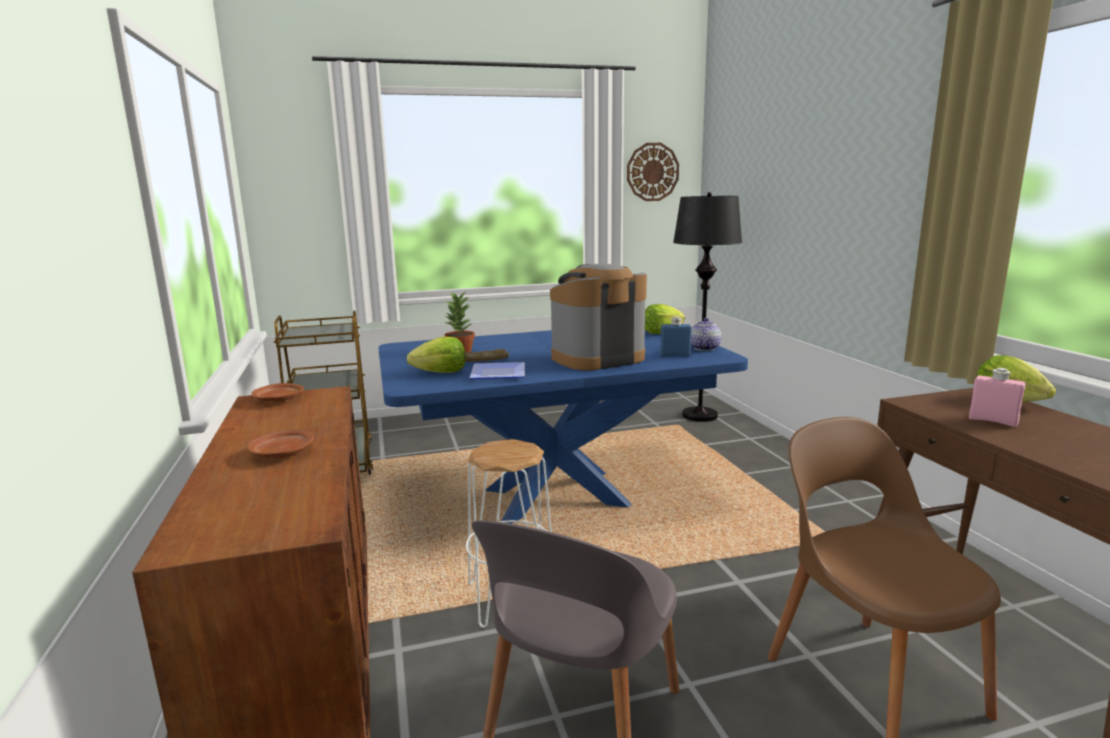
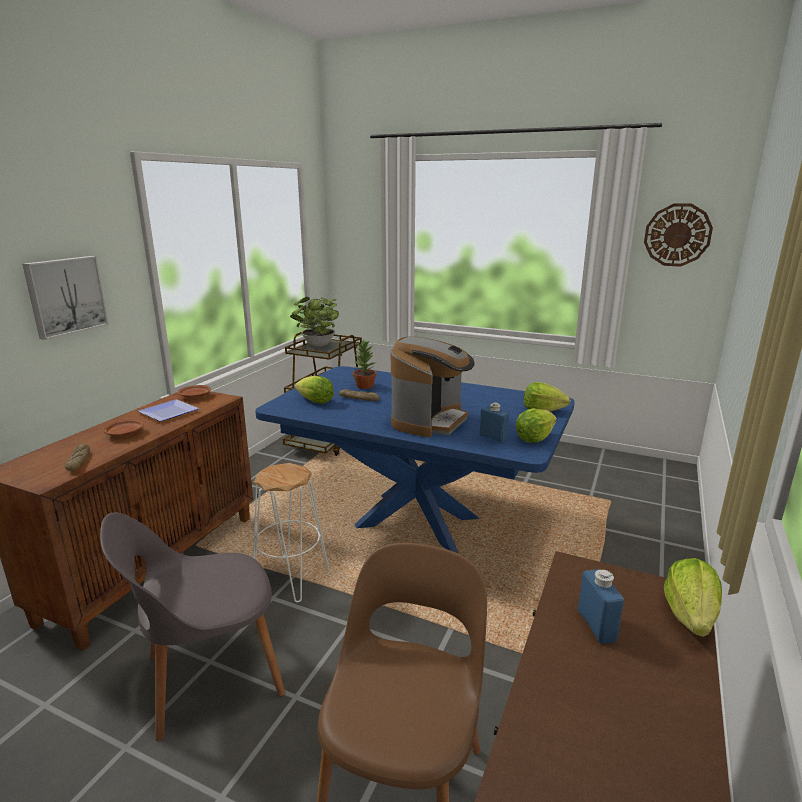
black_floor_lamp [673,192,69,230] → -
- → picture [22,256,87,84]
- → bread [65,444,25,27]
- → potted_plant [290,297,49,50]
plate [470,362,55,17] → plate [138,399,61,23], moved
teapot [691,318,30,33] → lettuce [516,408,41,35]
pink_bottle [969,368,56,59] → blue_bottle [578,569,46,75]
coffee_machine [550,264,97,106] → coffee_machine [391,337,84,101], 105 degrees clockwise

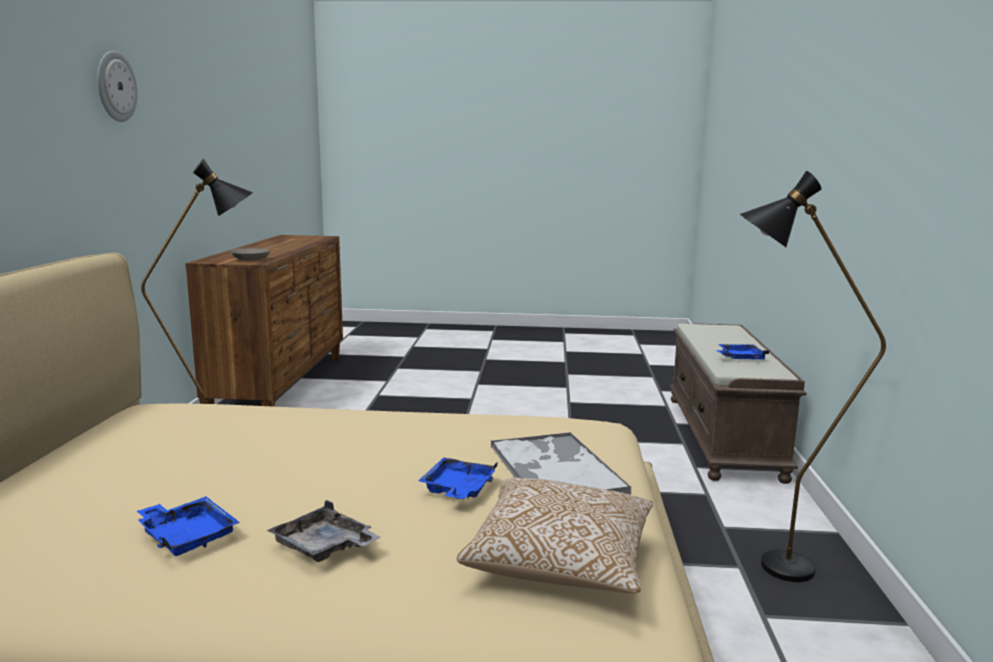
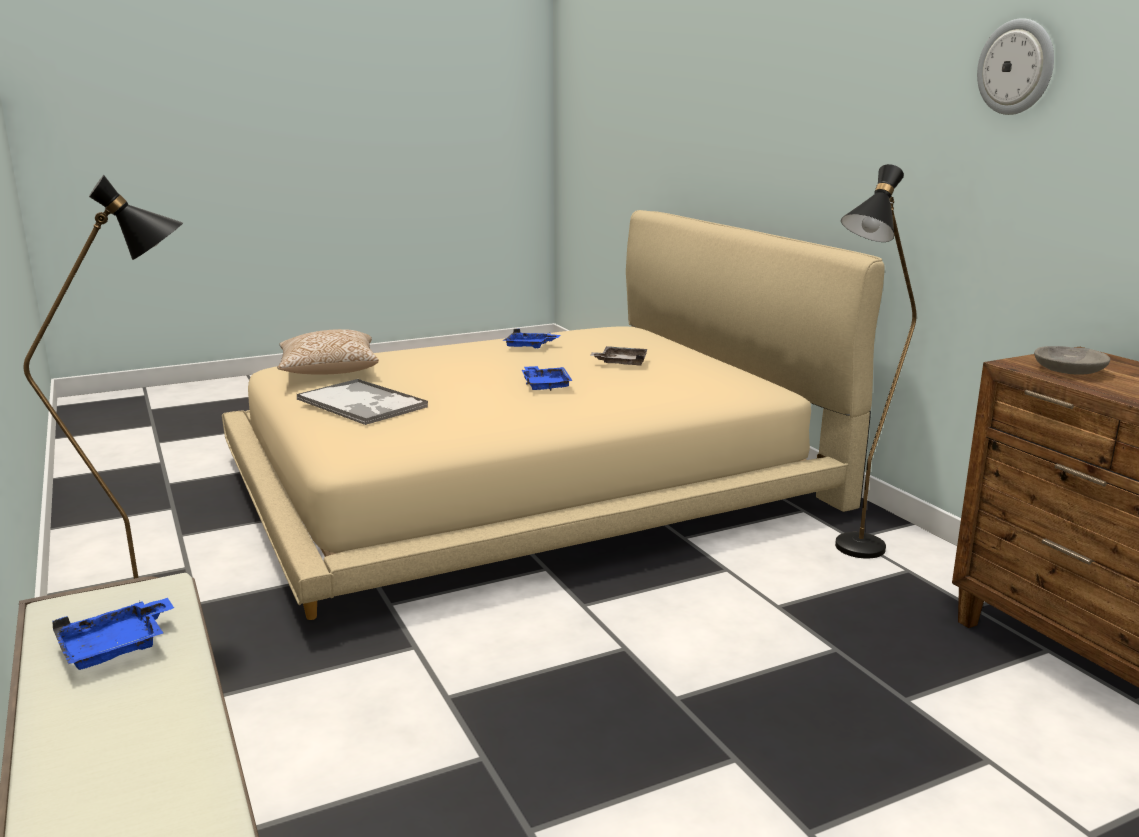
grey_tray [267,500,113,62] → grey_tray [590,346,58,20], moved
blue_tray [418,458,80,41] → blue_tray [522,366,50,25], moved

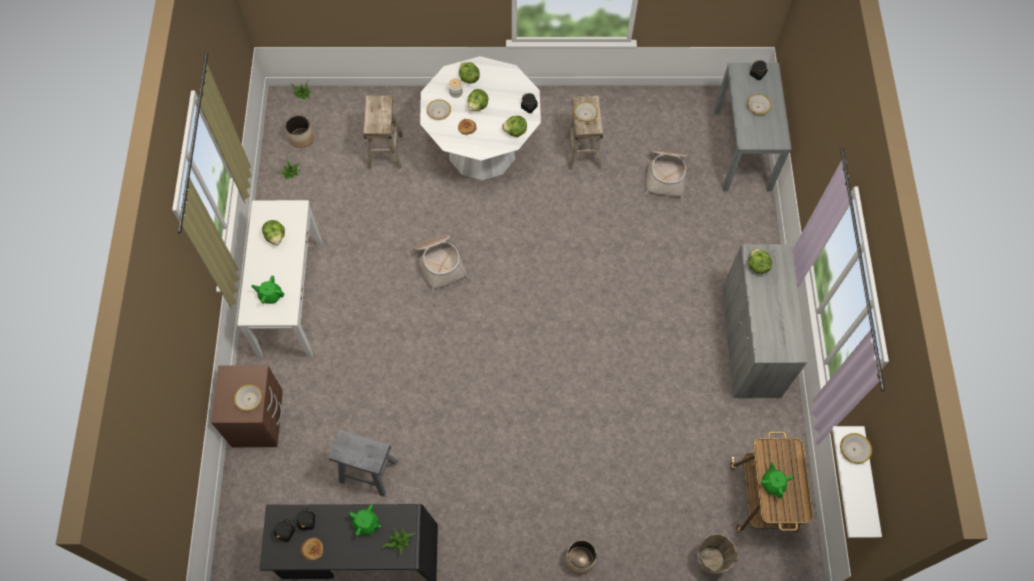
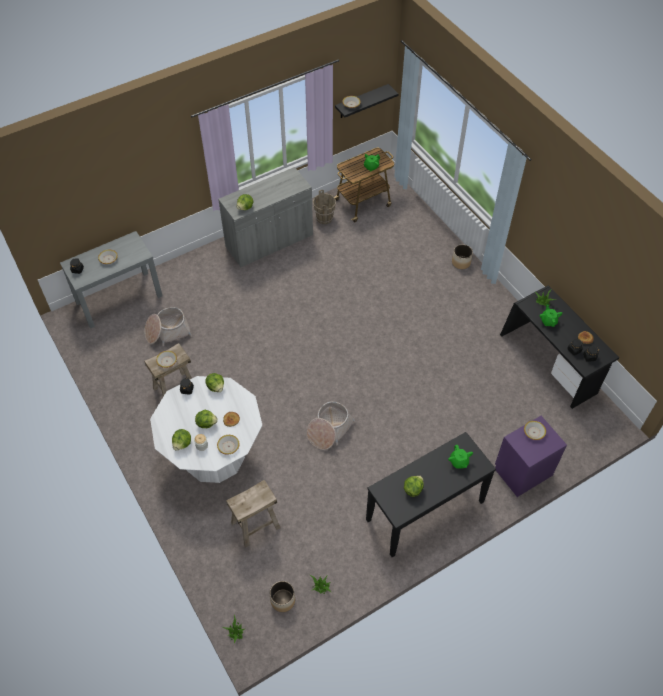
grey_stool [328,429,70,68] → -
brown_bucket [697,533,42,41] → brown_bucket [313,190,23,34], moved
brown_nightstand [211,365,72,82] → purple_nightstand [495,416,72,81]
white_console_table [237,200,85,158] → black_console_table [366,432,130,125]
white_shelf [832,426,50,112] → black_shelf [335,84,63,34]

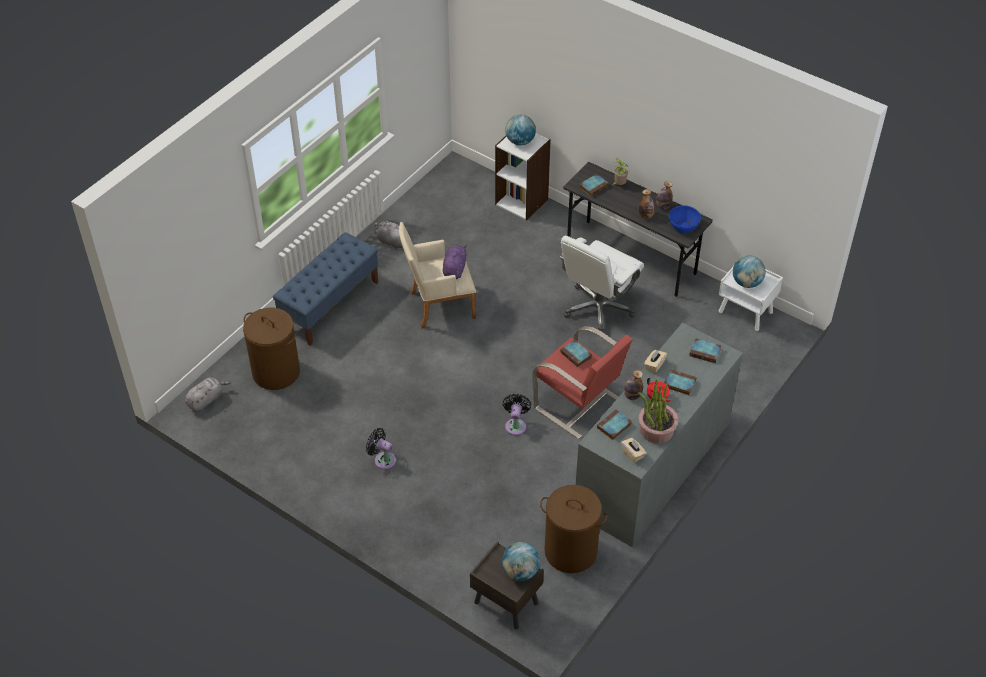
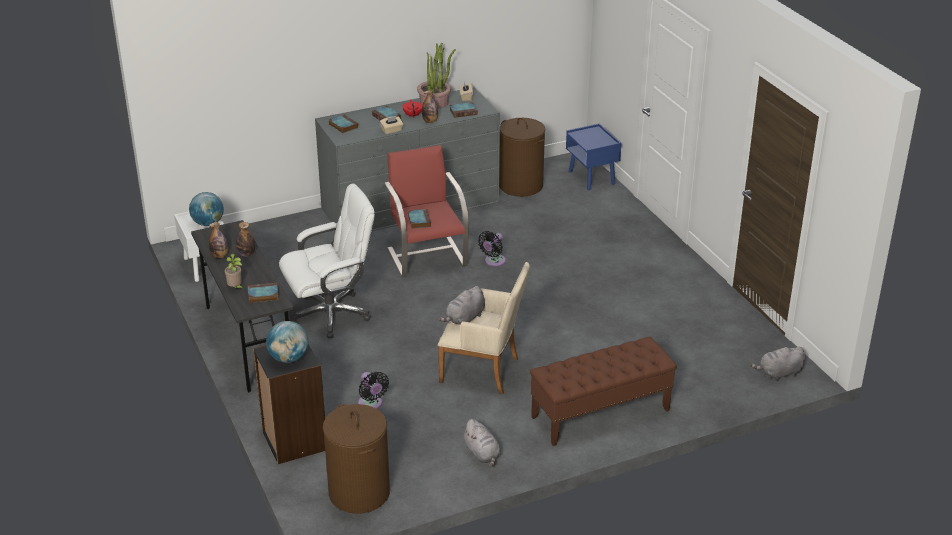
globe [502,542,38,39] → -
blue_bowl [669,205,32,28] → -
brown_laundry_basket [243,308,57,82] → brown_laundry_basket [323,404,67,110], moved
black_fan [366,428,30,42] → black_fan [358,372,31,37], moved
blue_bench [273,232,105,114] → brown_bench [530,336,147,110]
purple_plush_toy [443,244,24,35] → grey_plush_toy [438,286,47,39]
brown_nightstand [470,541,74,88] → blue_nightstand [566,123,56,67]
white_bookcase [495,133,56,87] → black_bookcase [253,344,72,120]

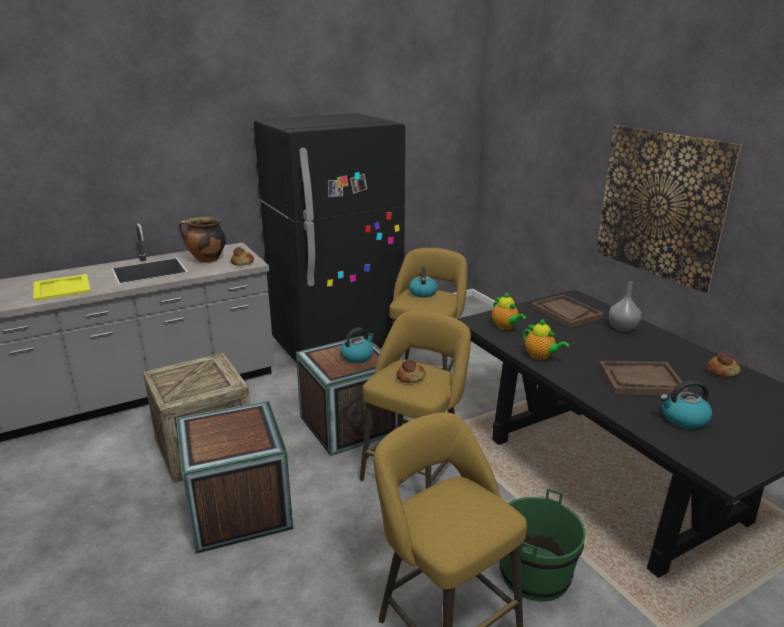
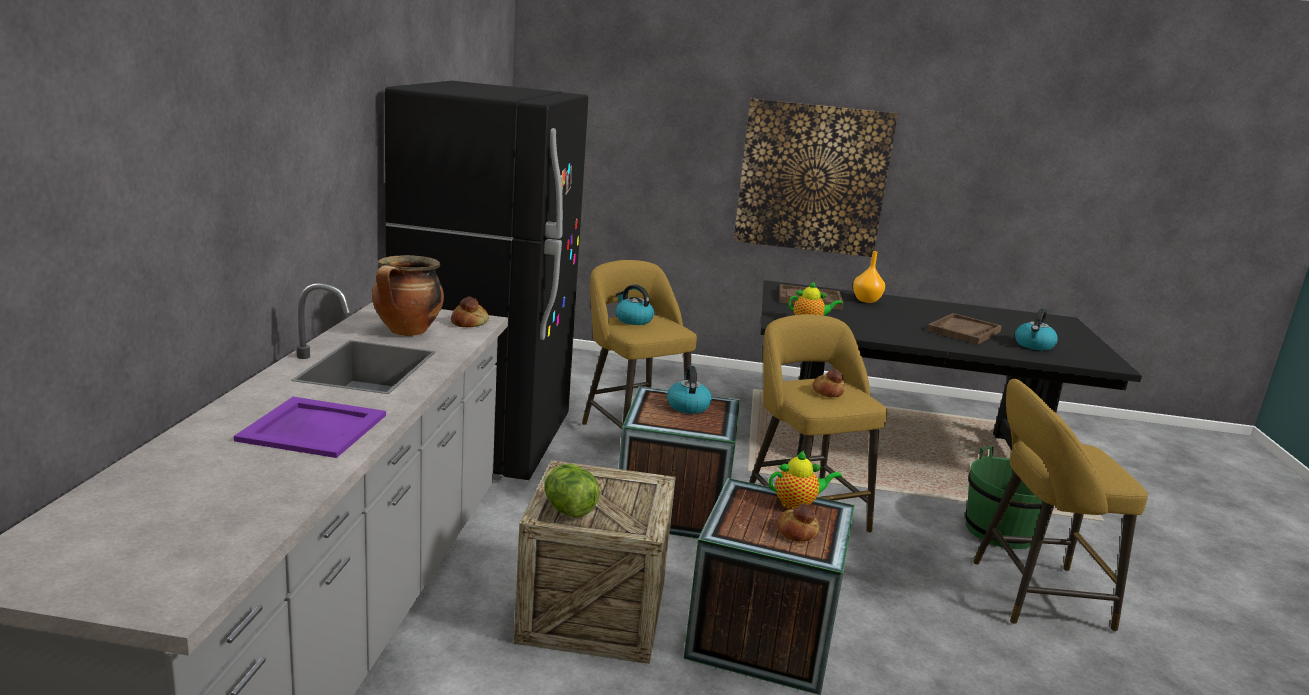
- → lettuce [544,464,56,54]
teapot [523,319,46,41] → teapot [769,450,73,59], moved
bread [707,352,33,25] → bread [777,503,42,39], moved
yellow_tray [33,274,58,27] → purple_tray [234,397,152,61]
grey_vase [609,281,32,51] → orange_vase [853,251,32,52]

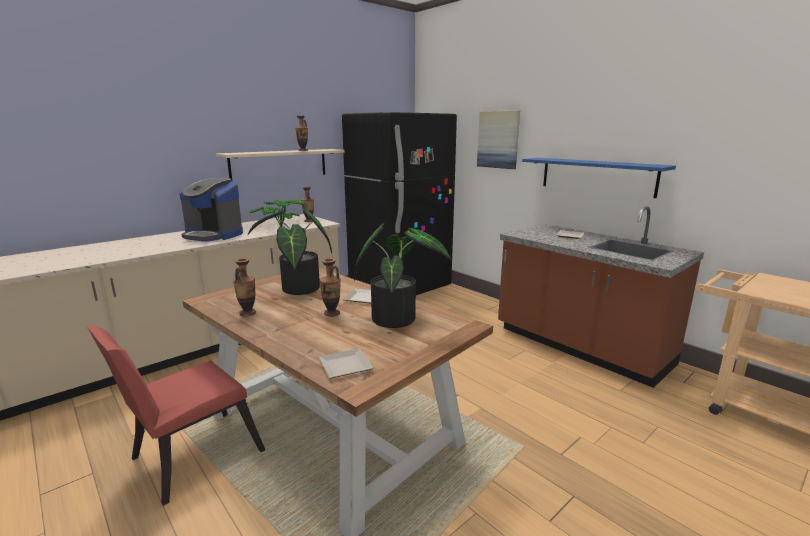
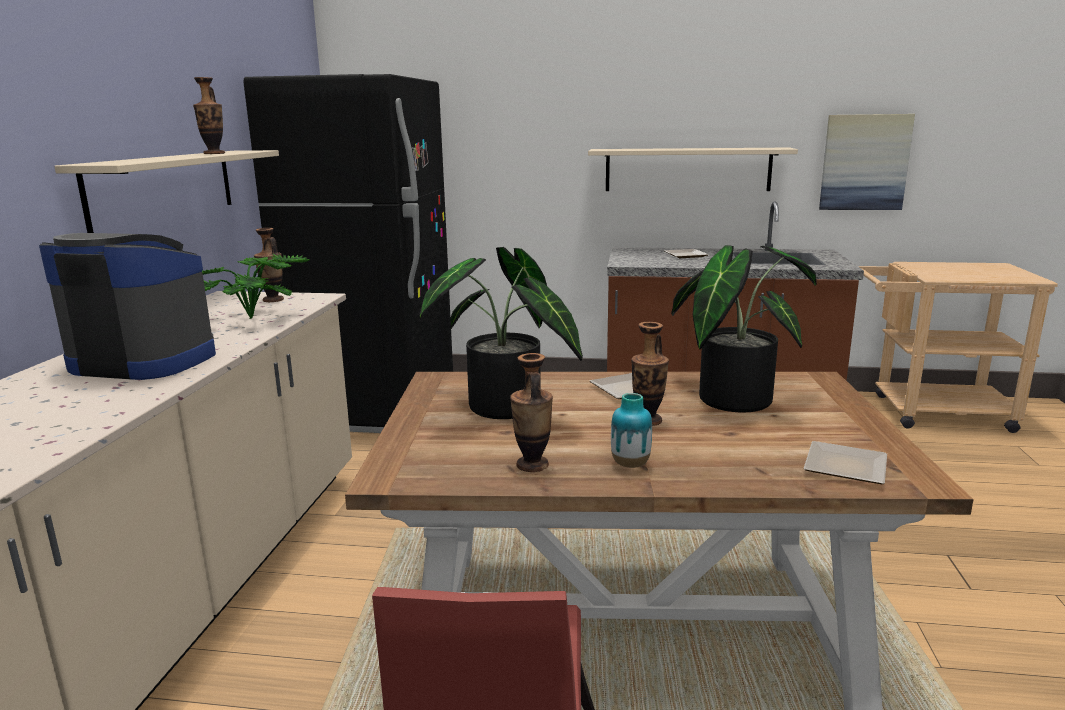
- → vase [611,393,41,75]
picture [477,110,43,59] → picture [819,114,96,96], moved
blue_shelf [522,158,154,40] → beige_shelf [588,148,210,43]
coffee_machine [180,178,63,64] → coffee_machine [39,233,177,147], 150 degrees counterclockwise

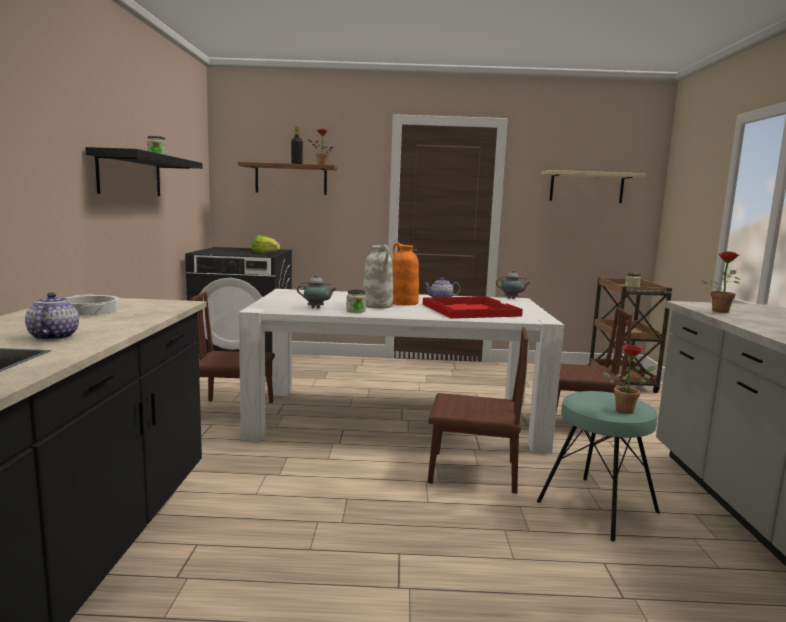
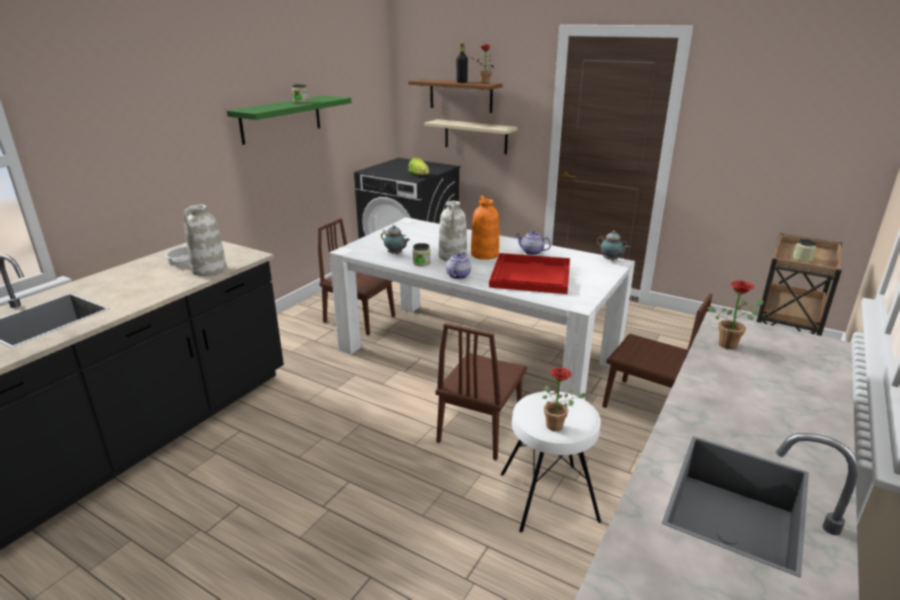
- → white_vase [184,205,43,71]
teapot [25,292,54,48] → teapot [446,252,25,27], moved
beige_shelf [541,170,105,33] → beige_shelf [424,119,94,36], moved
black_shelf [85,147,118,49] → green_shelf [227,96,125,49]
turquoise_stool [537,391,123,151] → white_stool [501,391,100,141]
brown_chair [428,327,100,167] → brown_chair [435,323,92,137], 75 degrees clockwise

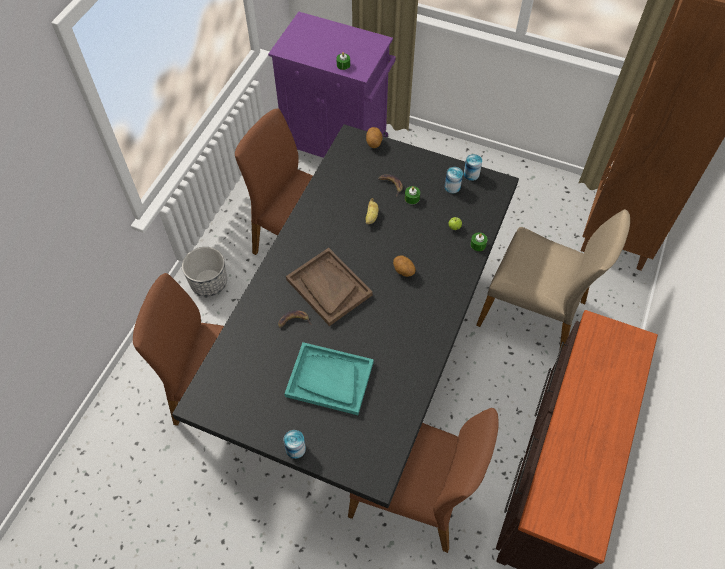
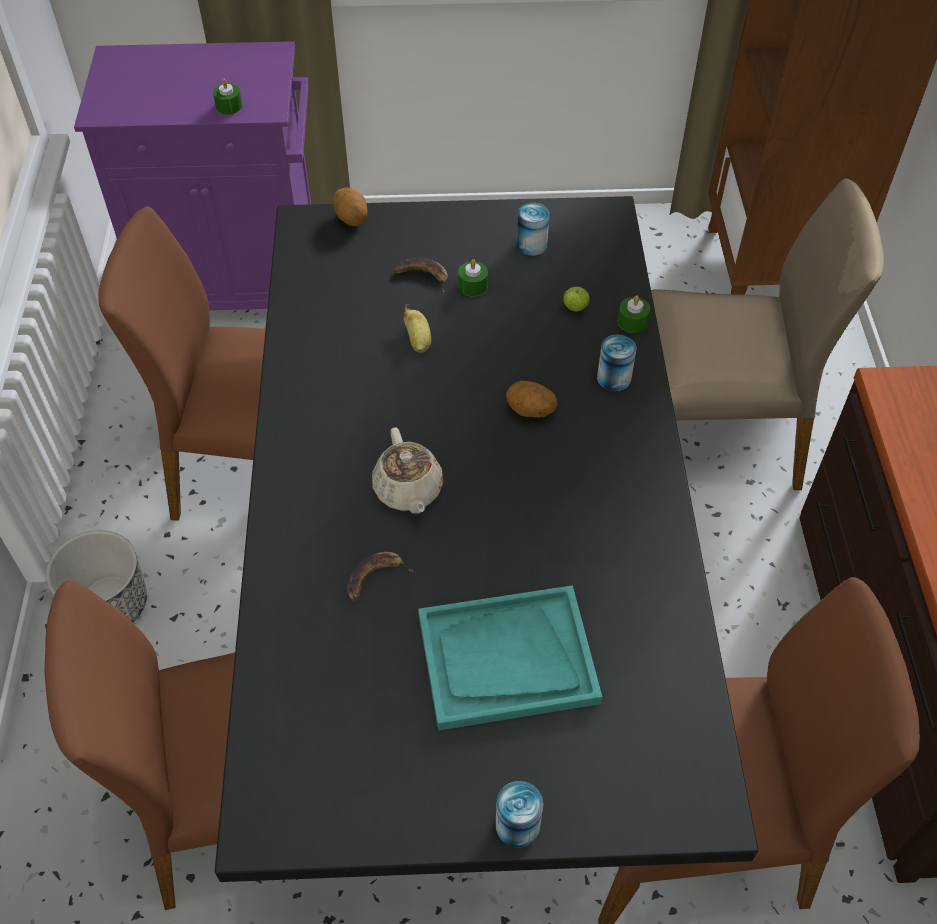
can [464,154,18,27] → can [597,335,39,56], moved
brown_tray [286,248,87,78] → beige_teapot [372,427,71,87]

